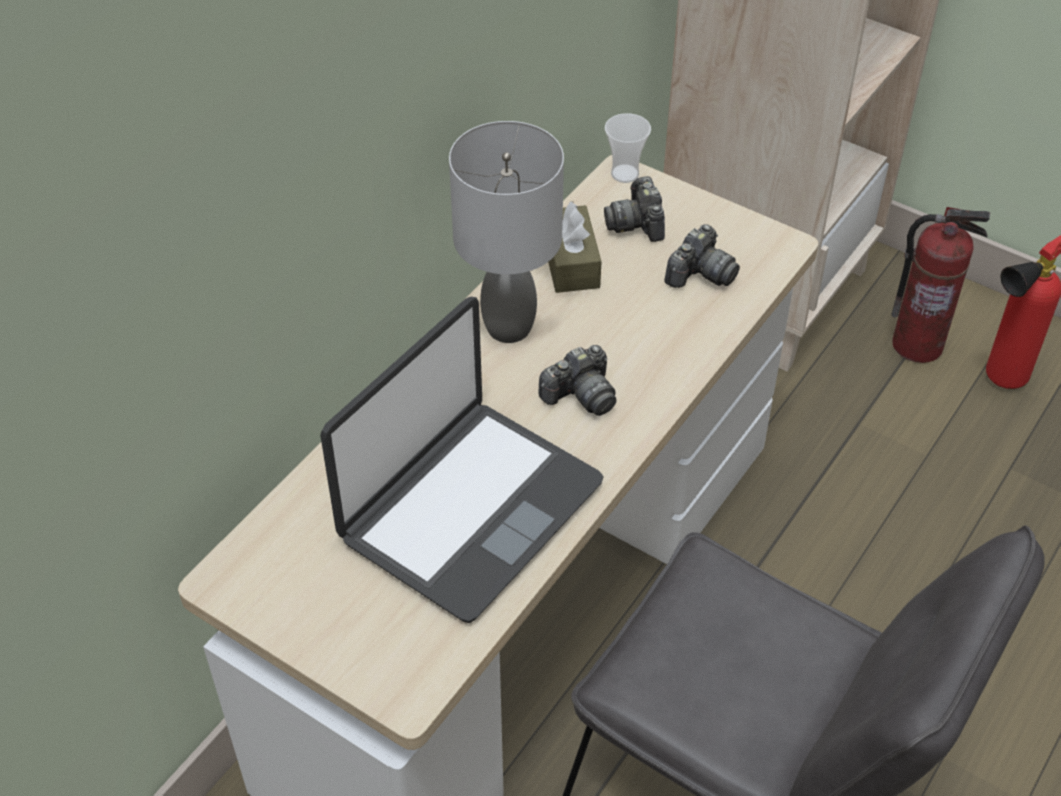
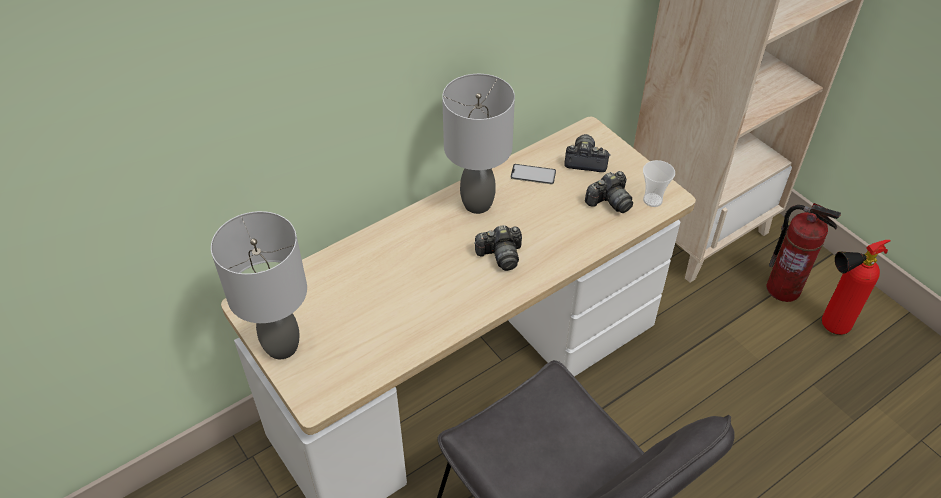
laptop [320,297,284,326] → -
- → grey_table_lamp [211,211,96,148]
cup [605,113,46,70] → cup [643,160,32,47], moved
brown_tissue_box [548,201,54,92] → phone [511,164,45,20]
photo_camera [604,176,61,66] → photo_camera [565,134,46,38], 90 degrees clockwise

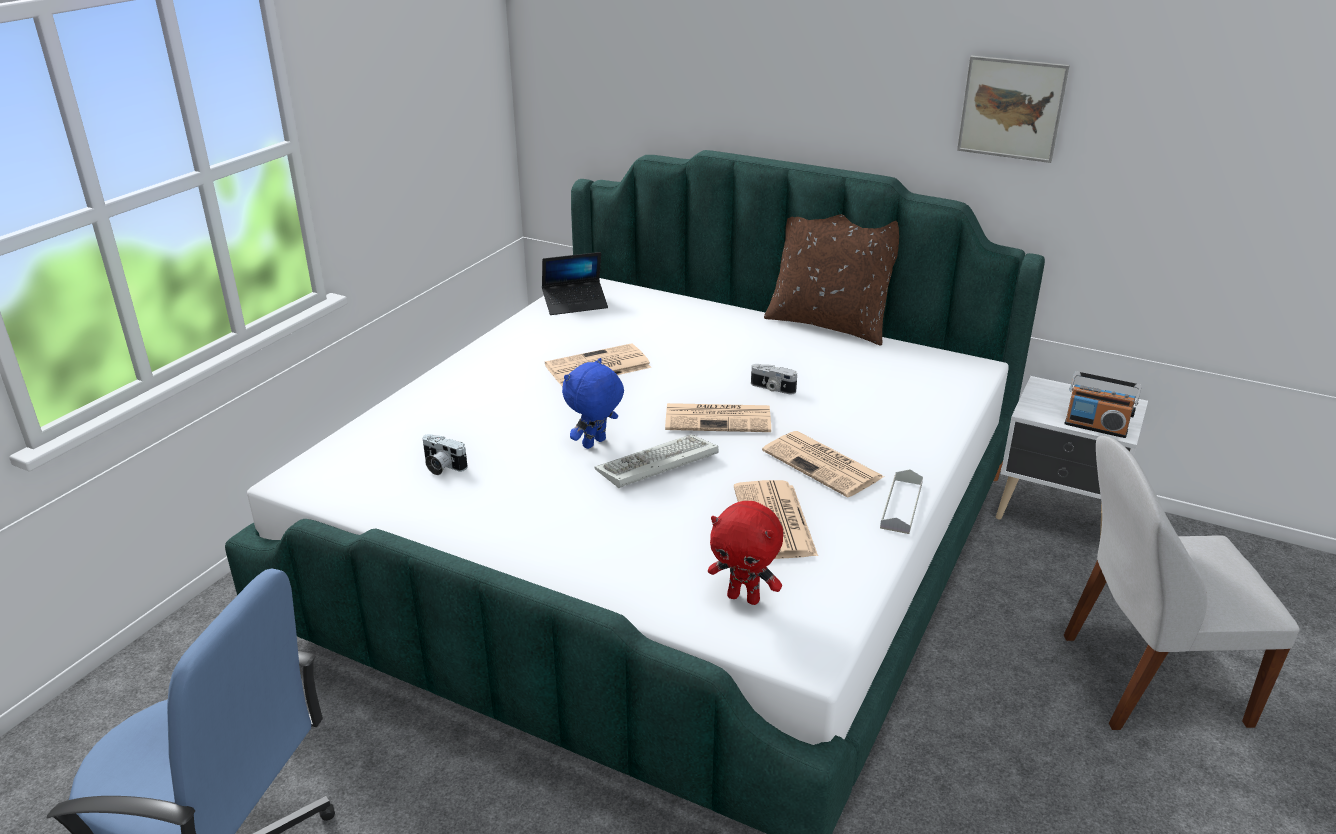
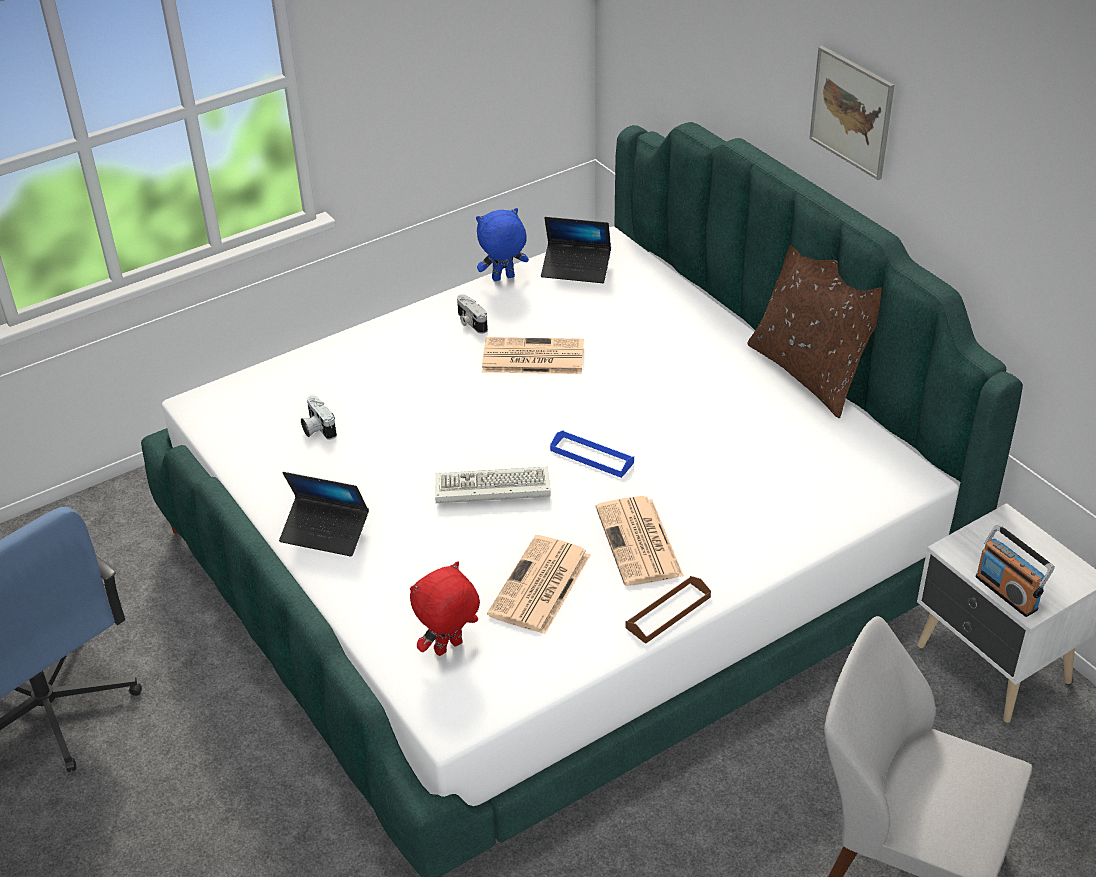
- → laptop [279,472,90,85]
blue_plush_toy [562,358,62,91] → blue_plush_toy [476,208,53,73], moved
photo_camera [751,364,46,30] → photo_camera [457,294,31,40], moved
picture [957,56,113,107] → picture [809,46,85,134], moved
newspaper [665,403,106,29] → blue_tray [550,430,84,48]
grey_tray [880,469,43,65] → brown_tray [625,576,86,68]
red_plush_toy [708,501,75,104] → red_plush_toy [410,561,70,95], 90 degrees clockwise

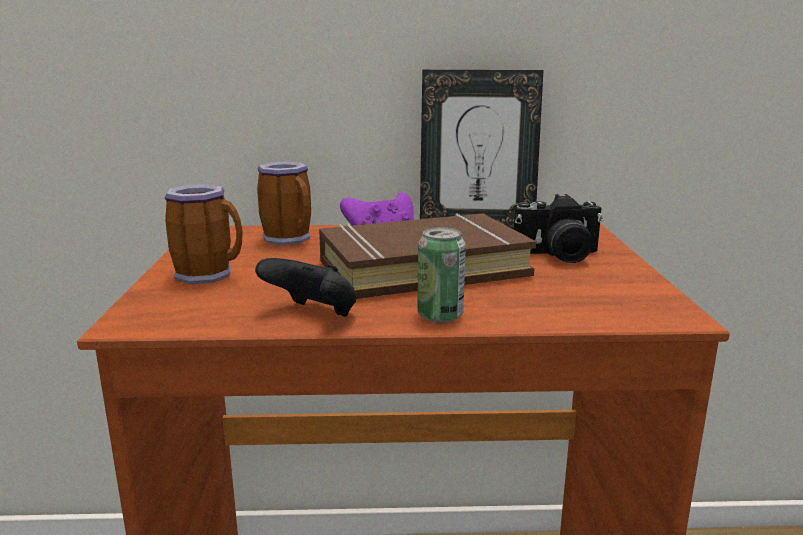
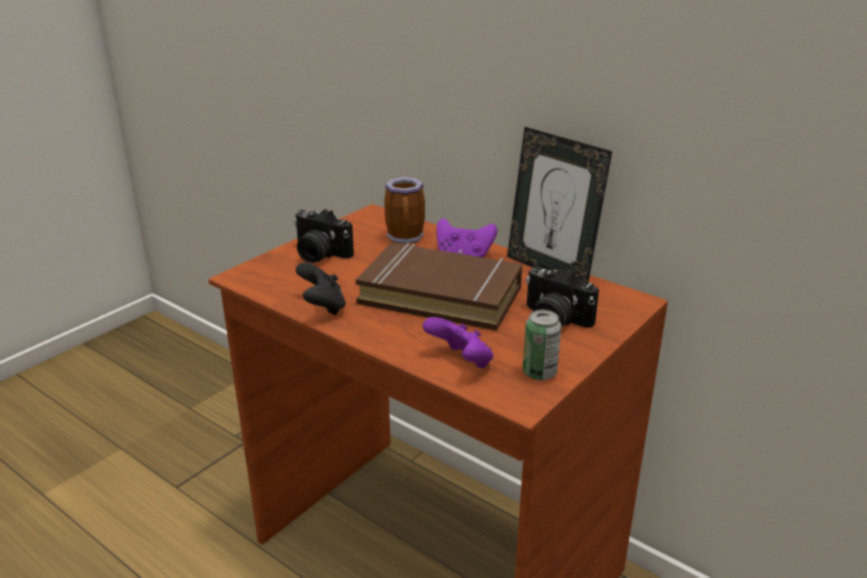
- → purple_game_controller [423,317,70,51]
can [417,227,49,96] → can [523,310,38,71], moved
mug [165,184,77,100] → photo_camera [294,209,60,54]

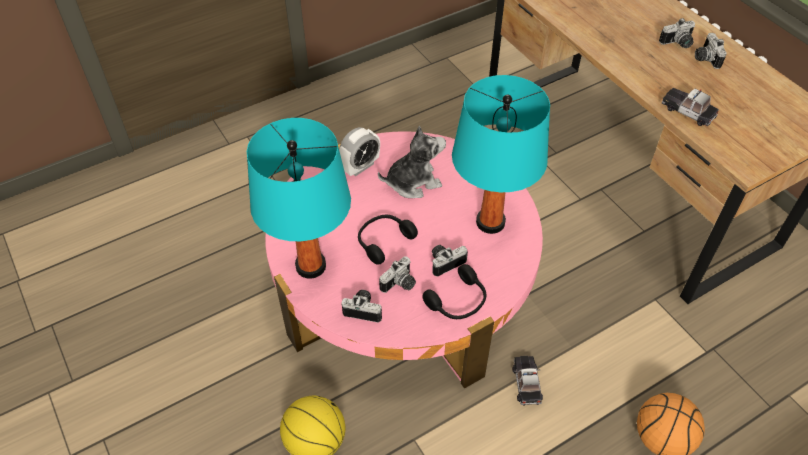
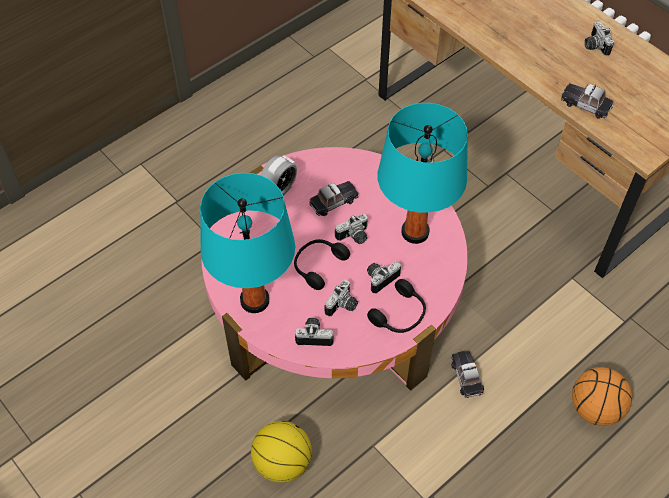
photo_camera [659,18,36,30] → photo_camera [335,214,33,30], moved
plush_toy [378,126,68,72] → toy_car [309,181,50,35]

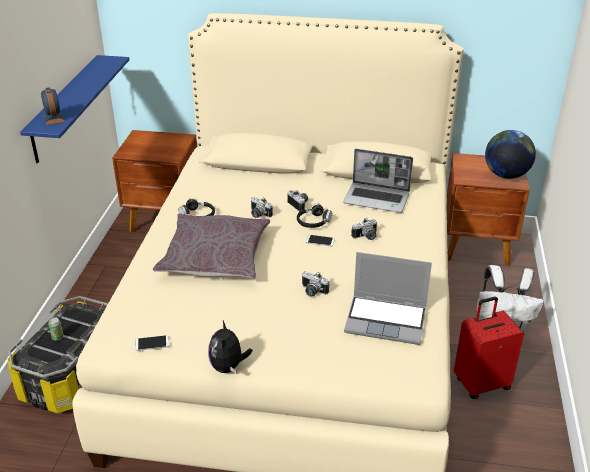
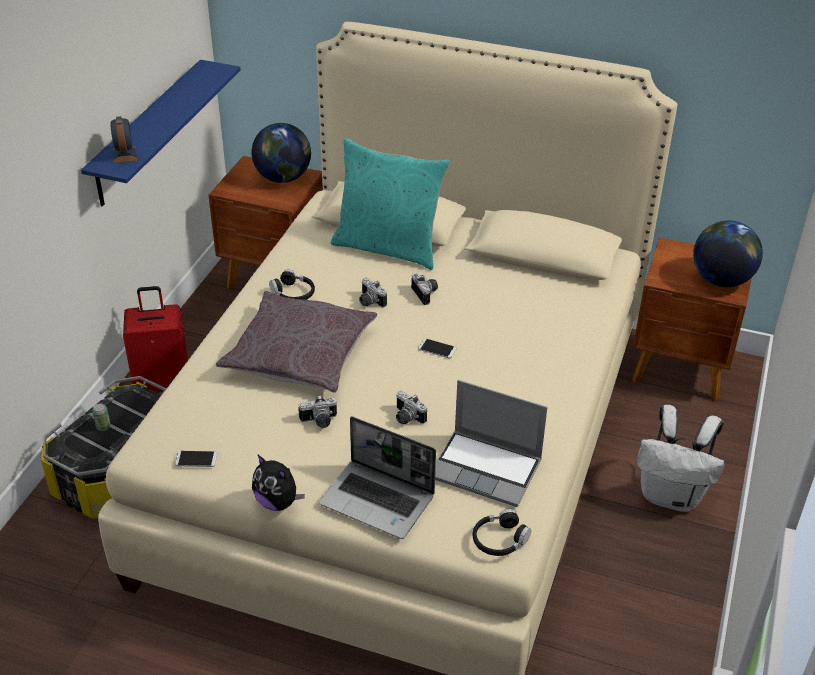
- → globe [251,123,60,60]
- → turquoise_pillow [331,138,119,132]
black_headphones [297,203,35,25] → black_headphones [473,509,59,47], moved
laptop [343,149,70,64] → laptop [319,416,117,123], moved
photo_camera [351,218,26,22] → photo_camera [298,395,39,33], moved
red_suitcase [454,297,70,102] → red_suitcase [123,286,65,107], moved
plush_toy [208,321,45,53] → plush_toy [252,455,53,56], 60 degrees counterclockwise

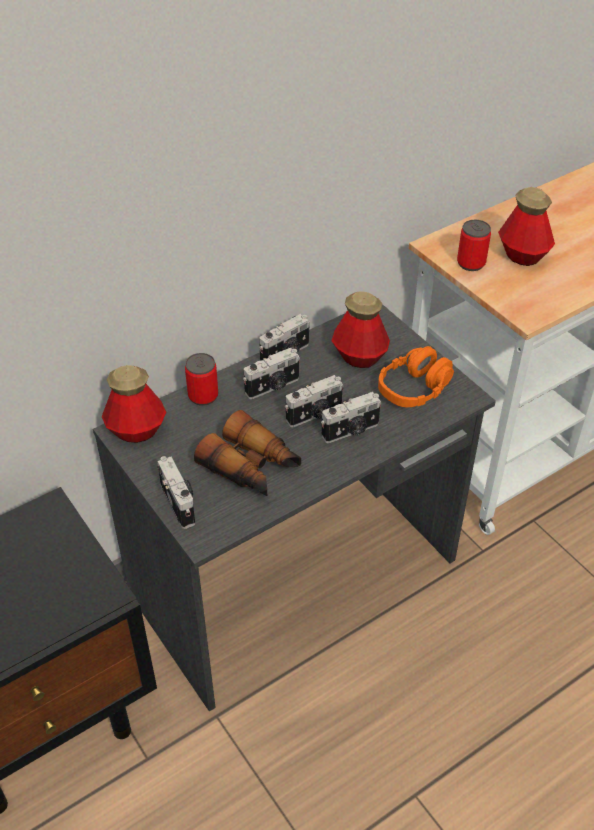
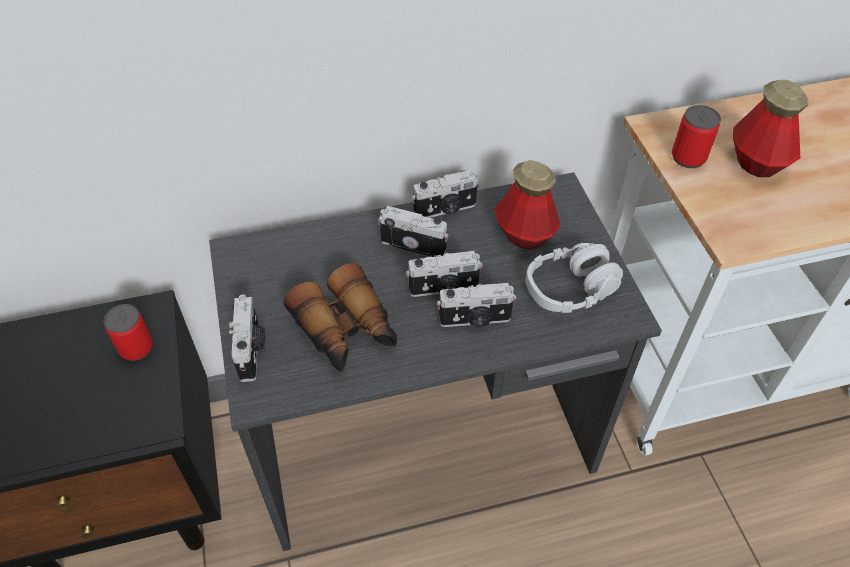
bottle [102,365,64,78] → -
can [185,353,33,53] → can [104,304,49,57], moved
orange_headphones [378,346,76,61] → grey_headphones [526,243,97,70]
photo_camera [243,348,57,51] → photo_camera [378,206,71,51], 150 degrees counterclockwise

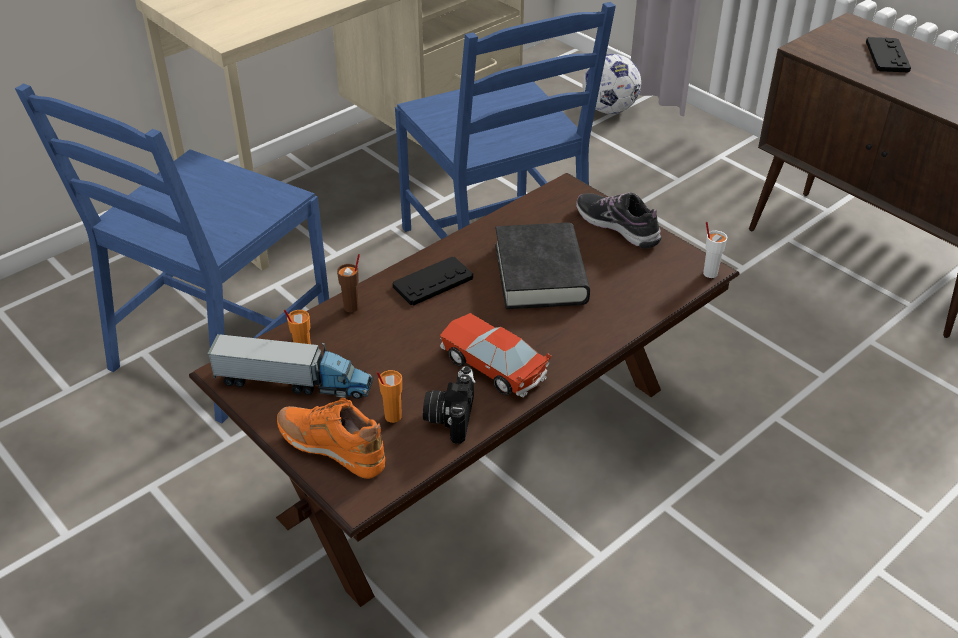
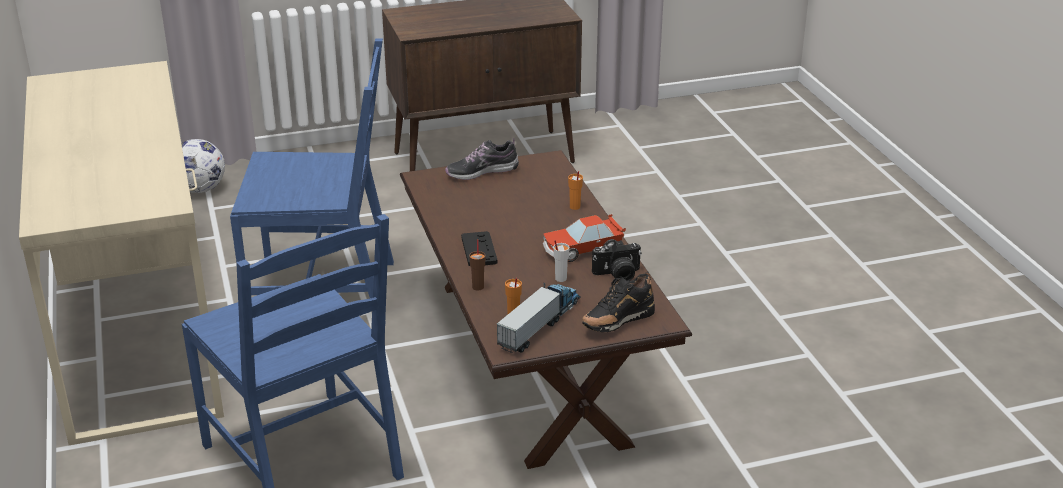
black_book [495,223,95,86] → -
black_game_controller [866,37,45,36] → -
orange_cup [376,370,26,53] → orange_cup [568,171,15,39], moved
white_cup [703,222,24,56] → white_cup [553,240,17,42], moved
orange_shoe [277,398,108,81] → black_shoe [582,272,73,60]
photo_camera [423,366,53,78] → photo_camera [592,240,50,41], 45 degrees counterclockwise

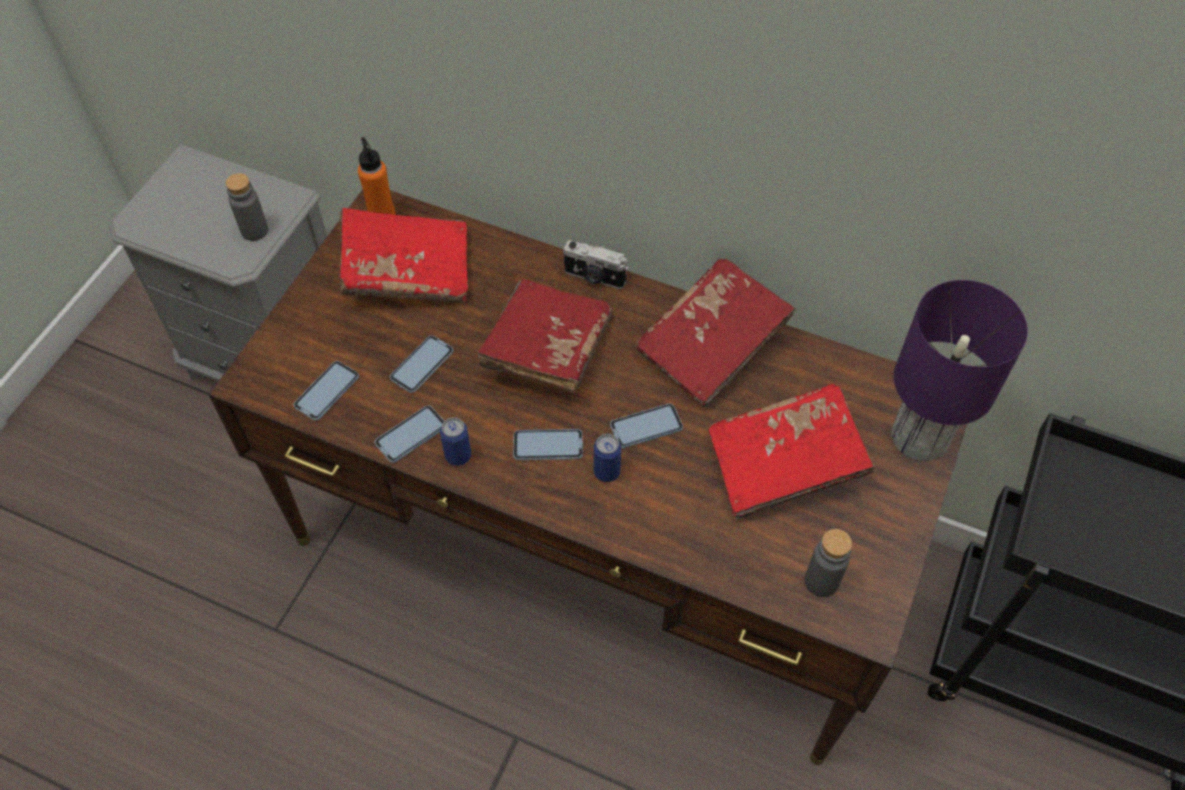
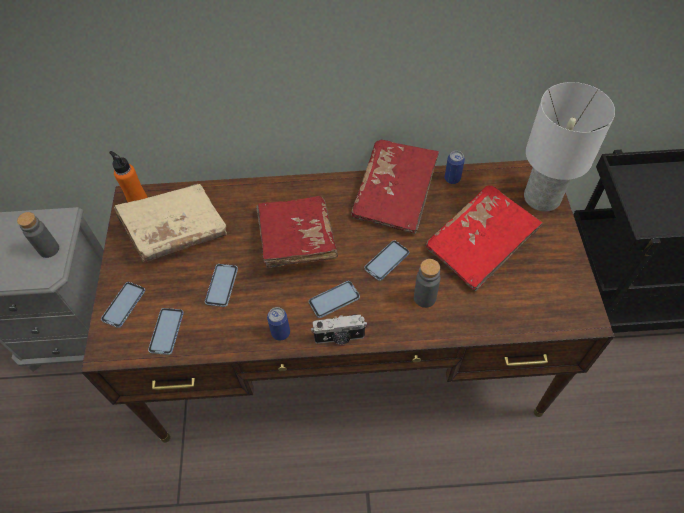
phone [375,405,69,58] → phone [101,282,44,46], moved
photo_camera [563,240,65,49] → photo_camera [311,314,56,31], moved
can [594,434,27,48] → can [445,151,20,33], moved
grey_bottle [805,529,47,68] → grey_bottle [414,259,26,49], moved
red_book [340,208,128,95] → beige_book [114,184,113,78]
purple_table_lamp [891,280,137,181] → white_table_lamp [524,82,91,130]

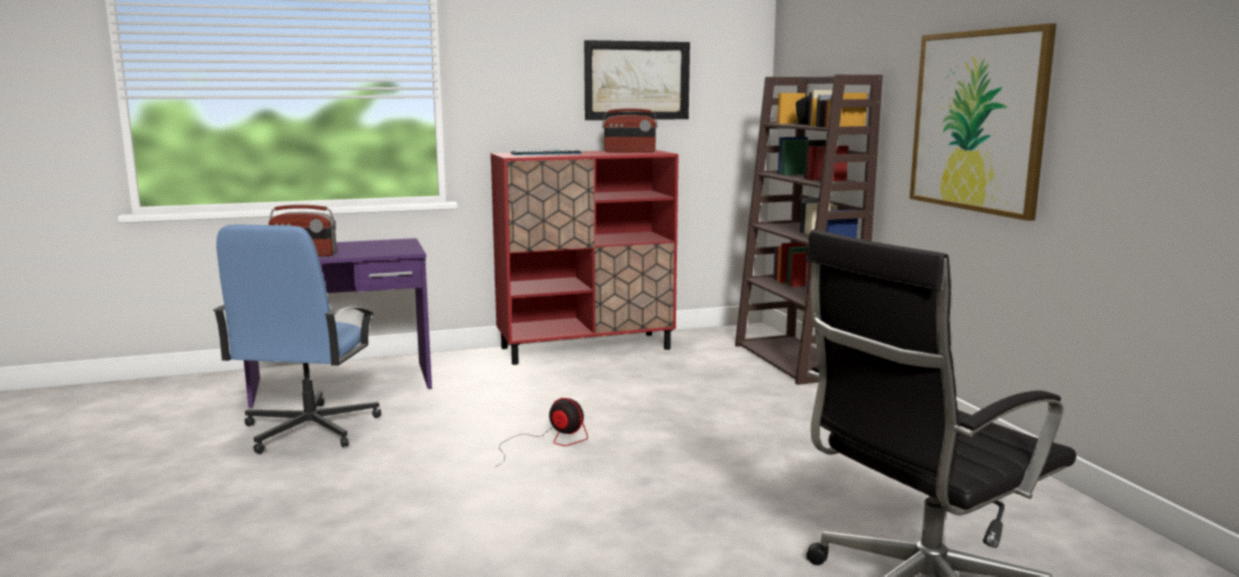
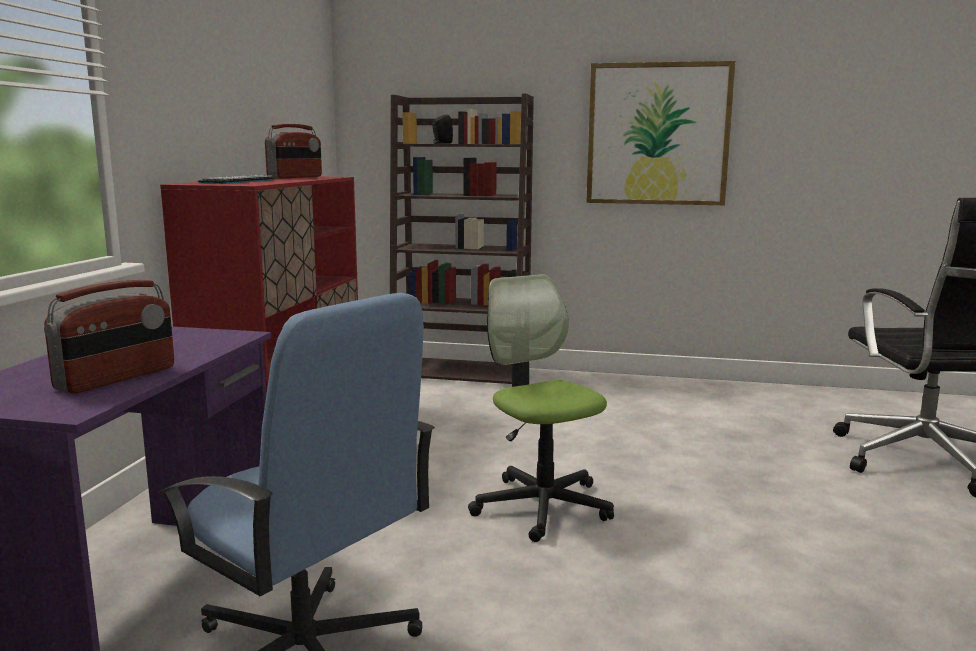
picture [584,40,106,80] → -
fan [496,398,92,69] → office_chair [468,274,146,268]

